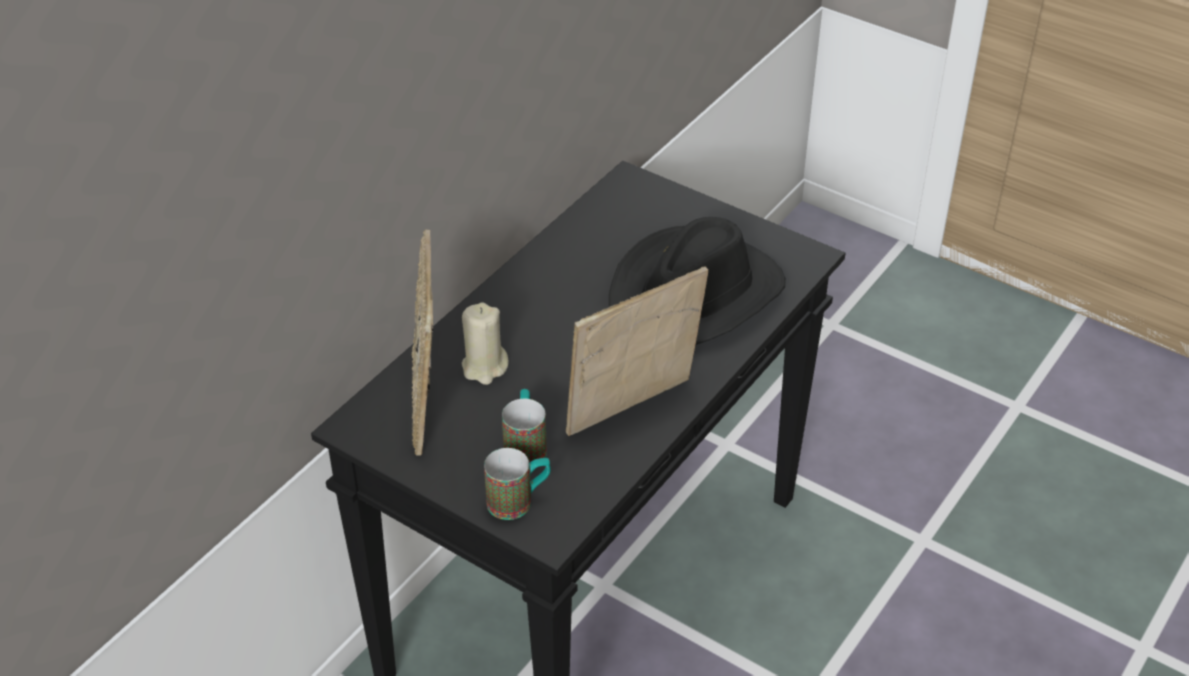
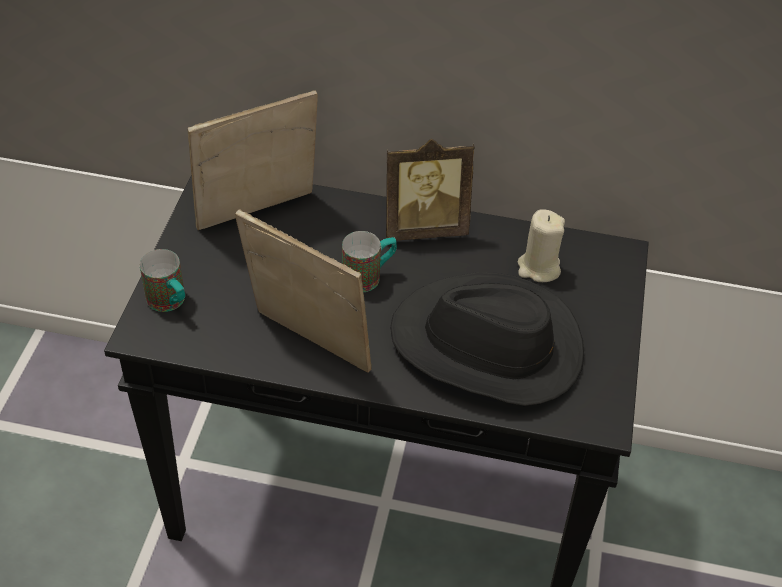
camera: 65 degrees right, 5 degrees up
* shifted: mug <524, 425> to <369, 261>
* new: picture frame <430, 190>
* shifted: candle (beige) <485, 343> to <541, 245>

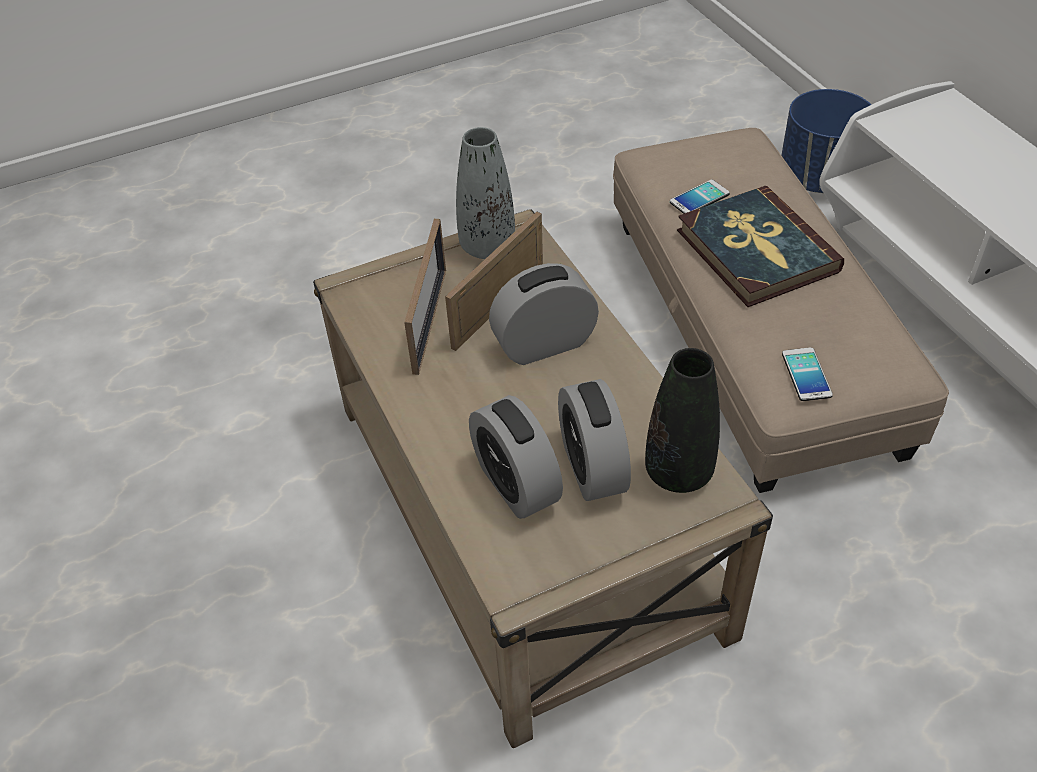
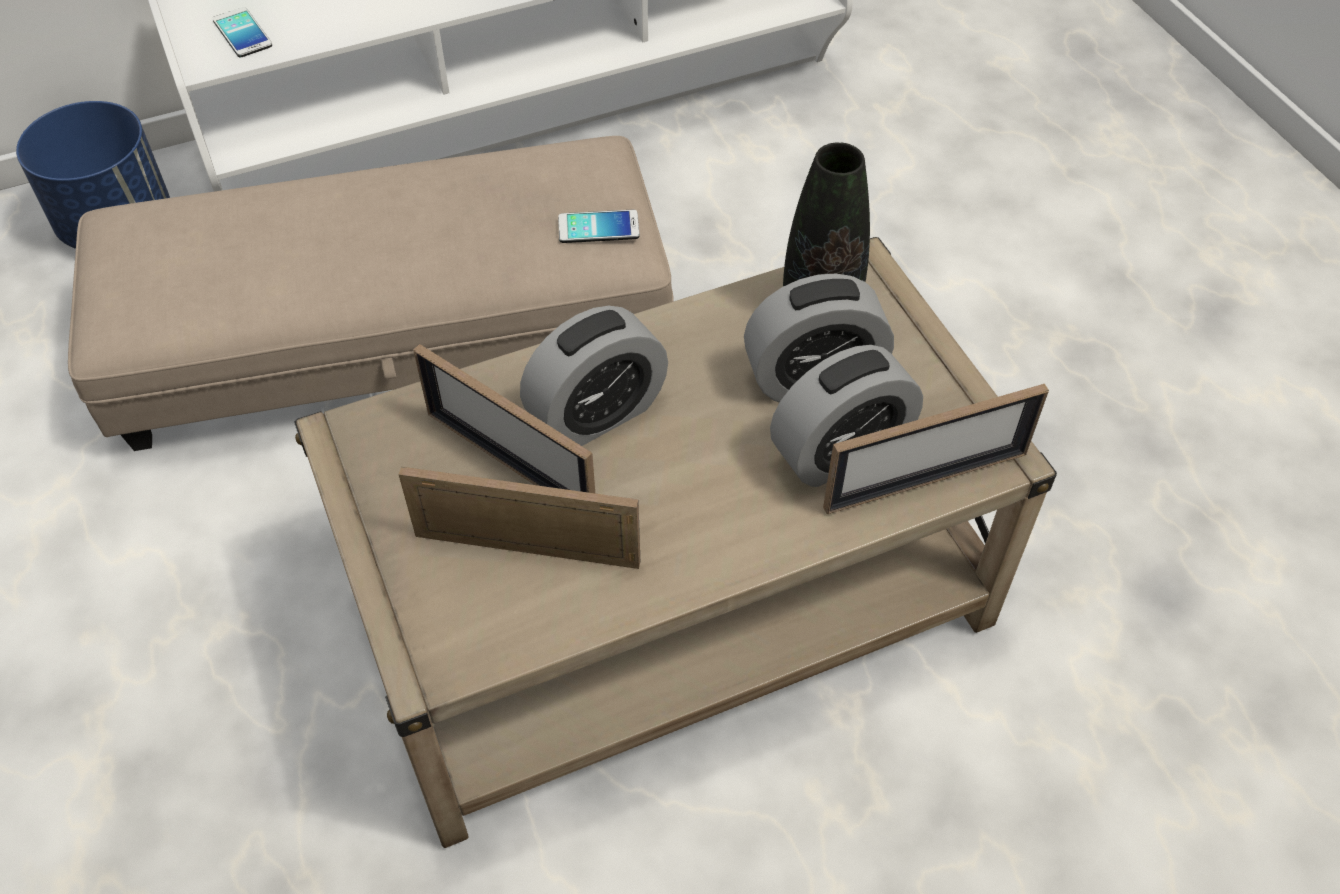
camera: 90 degrees left, 5 degrees up
* shifted: phone <700, 197> to <242, 32>
* rotated: alarm clock <544, 314> = <594, 376> 105 degrees counterclockwise
* new: picture frame <936, 449>
* gone: vase (grey) <485, 193>
* gone: book <760, 246>

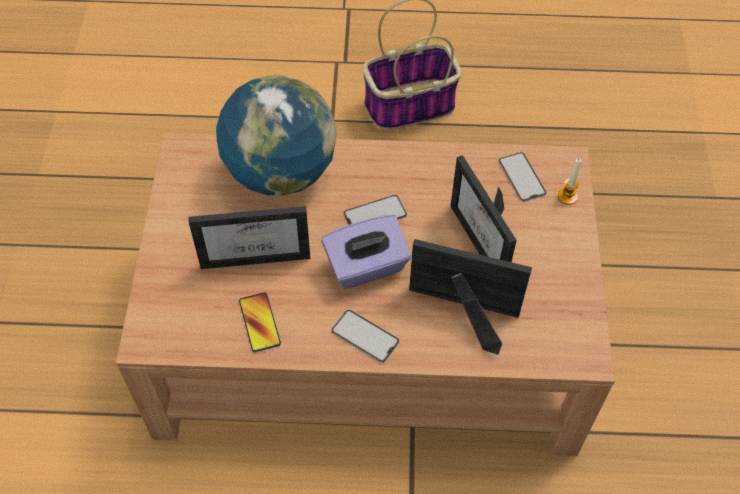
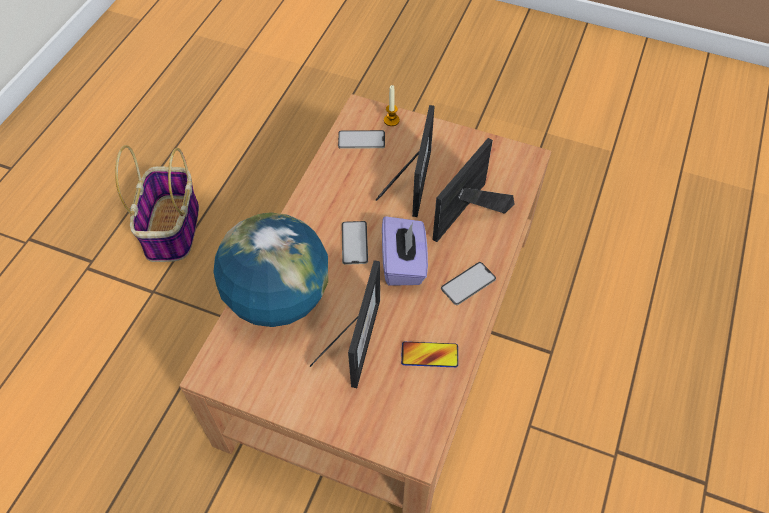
camera: 70 degrees left, 0 degrees up
* rotated: picture frame <484, 208> = <405, 161> 75 degrees counterclockwise

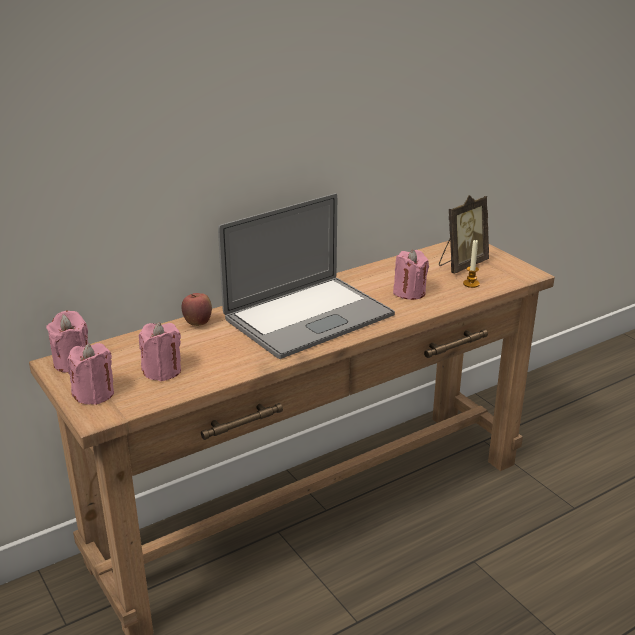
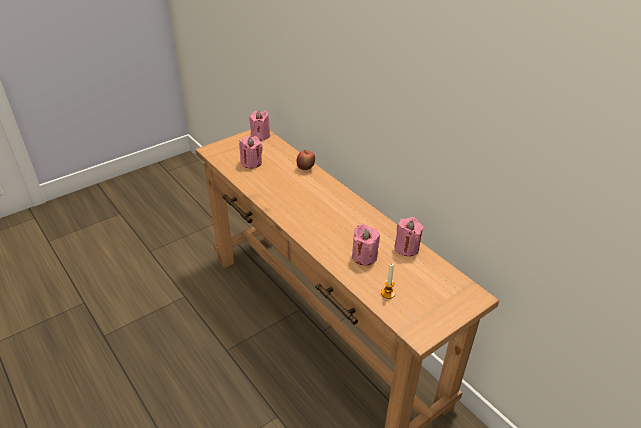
camera: 85 degrees right, 10 degrees up
* shifted: candle (pink) <90, 374> to <409, 236>
* gone: laptop <306, 276>
* gone: picture frame <464, 234>

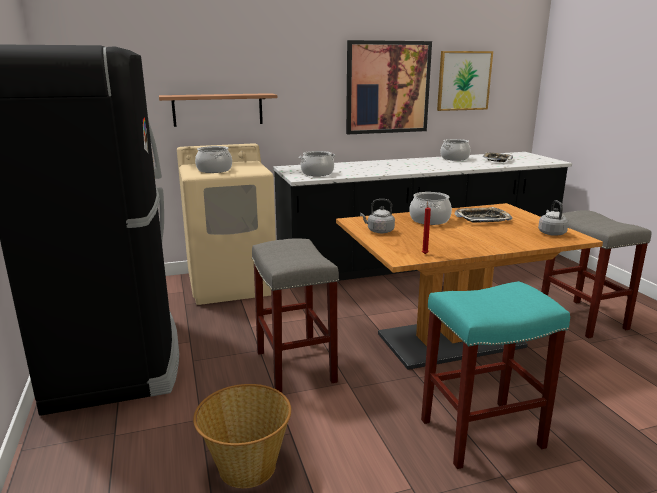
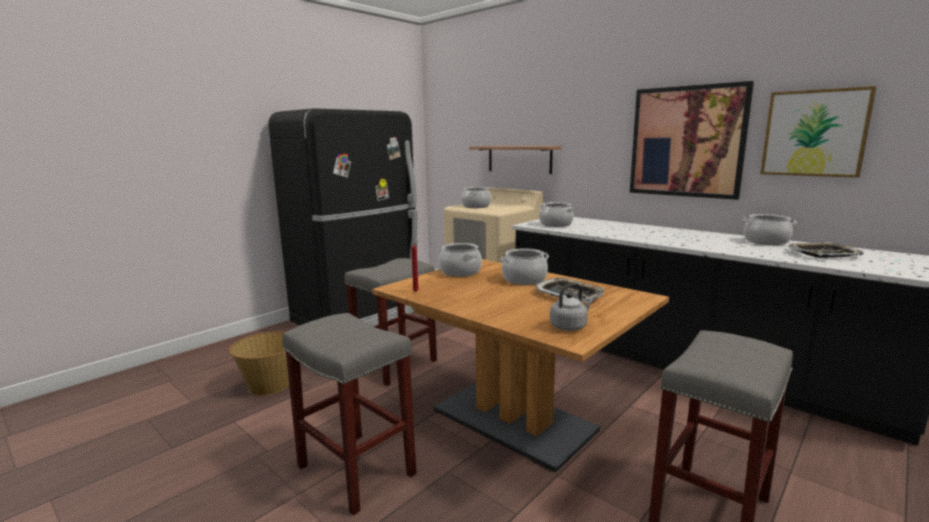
camera: 60 degrees right, 5 degrees down
* repainted: stool (turquoise) <495, 375> to stool (grey) <349, 414>
* swapped: kettle (grey) <377, 216> to cooking pot <460, 260>

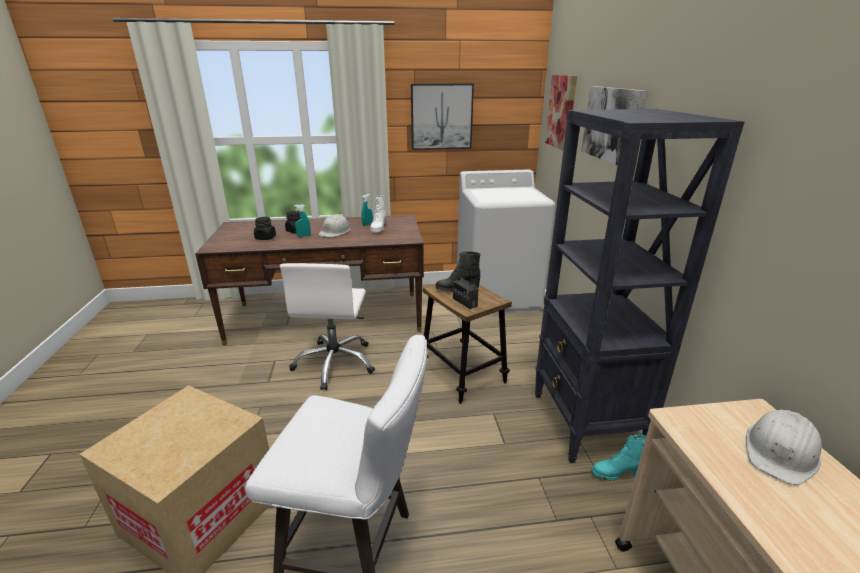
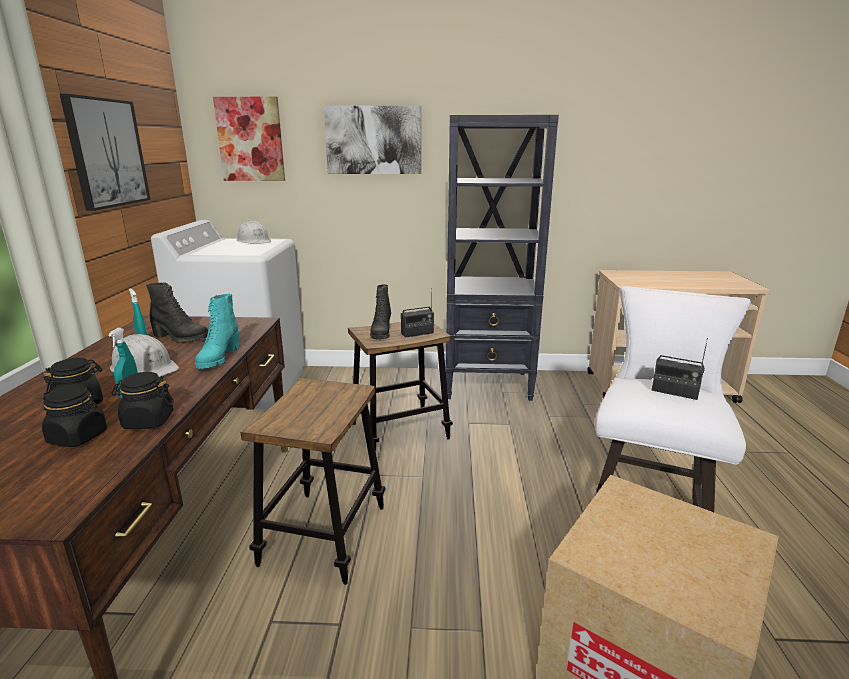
camera: 80 degrees left, 5 degrees down
* new: jar (black) <142, 400>
* repainted: boot (white) <378, 214> to boot (black) <177, 312>
* shifted: boot (turquoise) <618, 457> to <217, 331>
* shifted: hard hat (white) <784, 447> to <253, 232>
* swapped: office chair (white) <327, 326> to stool <312, 481>
* new: radio <679, 369>

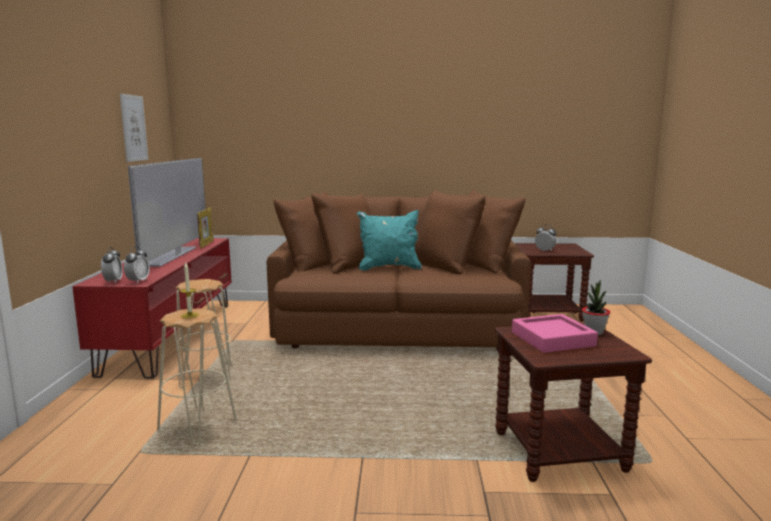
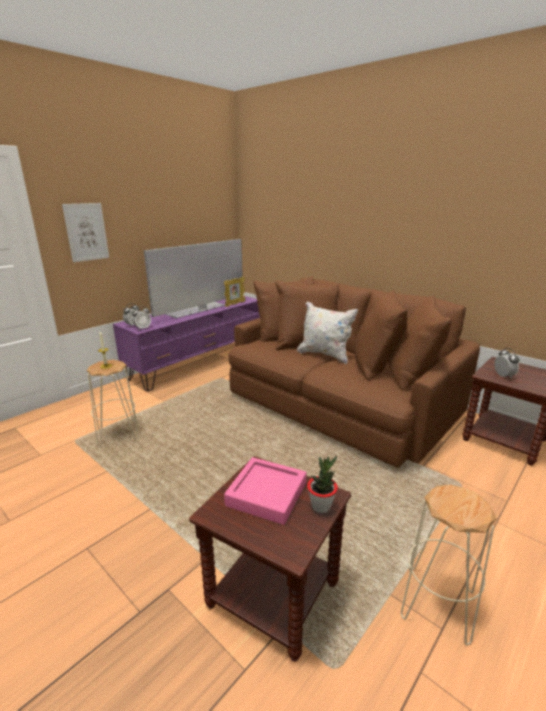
camera: 40 degrees right, 10 degrees up
* shifted: picture <134, 128> to <85, 232>
* repainted: tv stand (red) <152, 308> to tv stand (purple) <186, 343>
* repainted: pillow (turquoise) <389, 240> to pillow (white) <327, 332>
* shifted: stool (beige) <203, 334> to <449, 564>

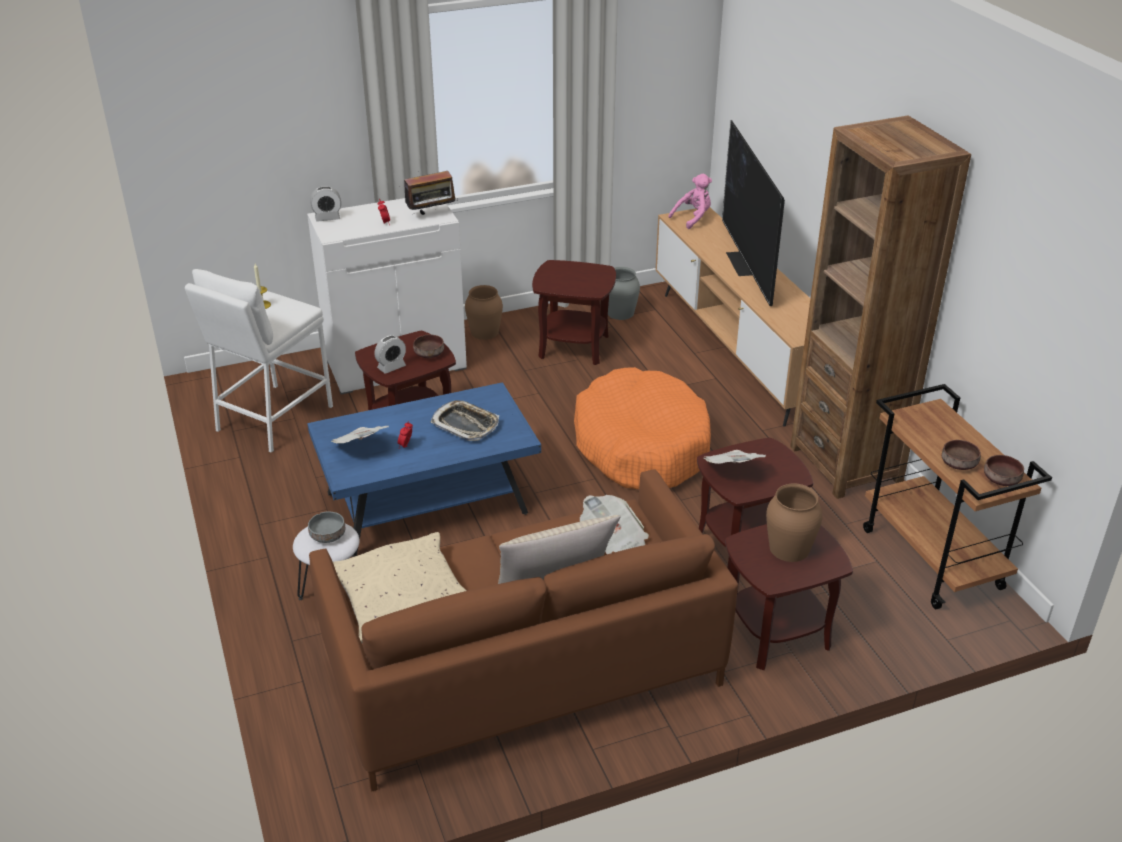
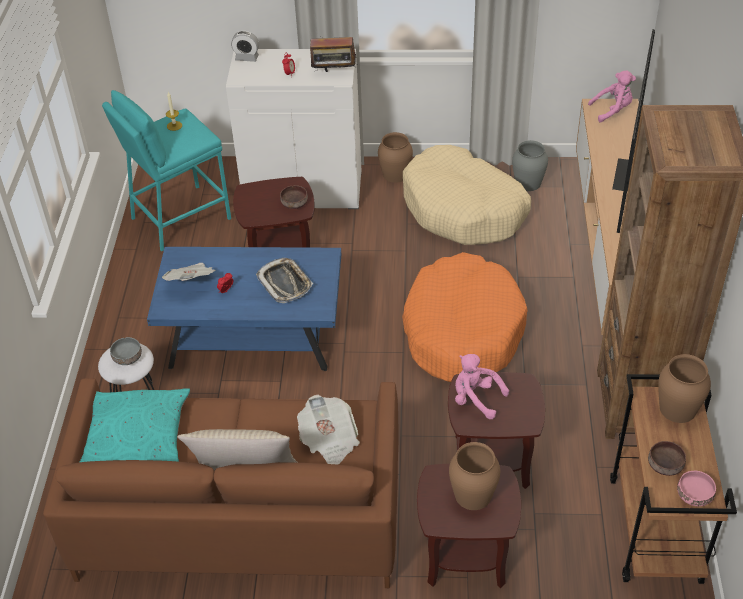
camera: 25 degrees right, 10 degrees up
* repainted: pillow (beige) <399, 587> to pillow (turquoise) <135, 425>
* repainted: stool (white) <259, 361> to stool (turquoise) <166, 171>
* swapped: side table (brown) <574, 312> to dog bed (beige) <467, 195>
* swapped: newspaper <734, 457> to plush toy (pink) <482, 386>
* new: vase (brown) <684, 388>
* repainted: bowl (brown) <1004, 470> to bowl (pink) <696, 488>
* gone: alarm clock <390, 354>

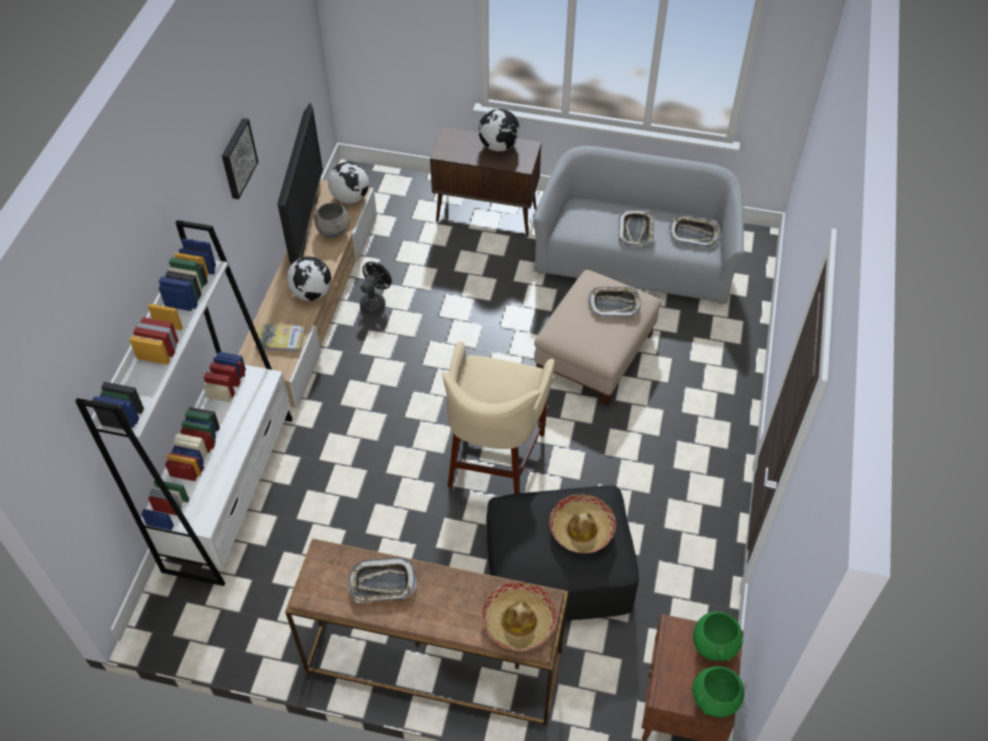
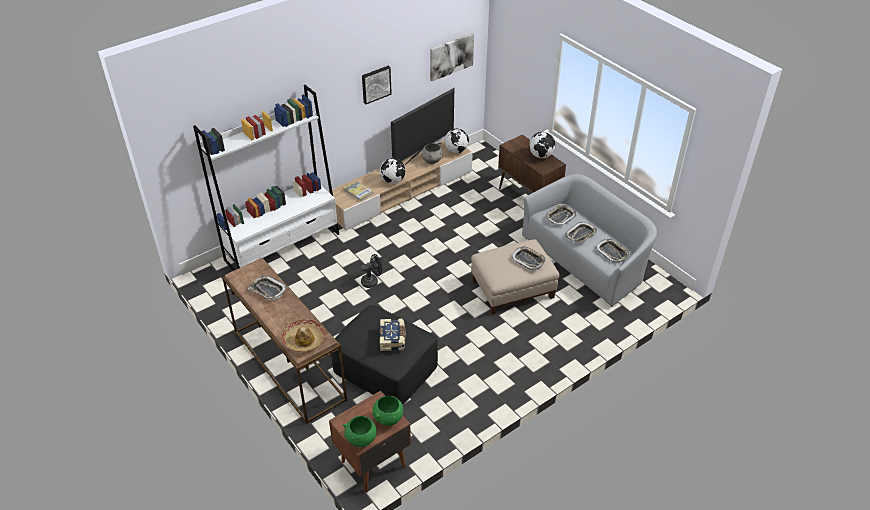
camera: 40 degrees right, 10 degrees down
* shifted: fan (black) <376, 288> to <371, 271>
* swapped: hat <582, 524> to book <393, 335>
* new: picture <452, 57>
* new: tray <561, 215>
* gone: stool (beige) <498, 417>

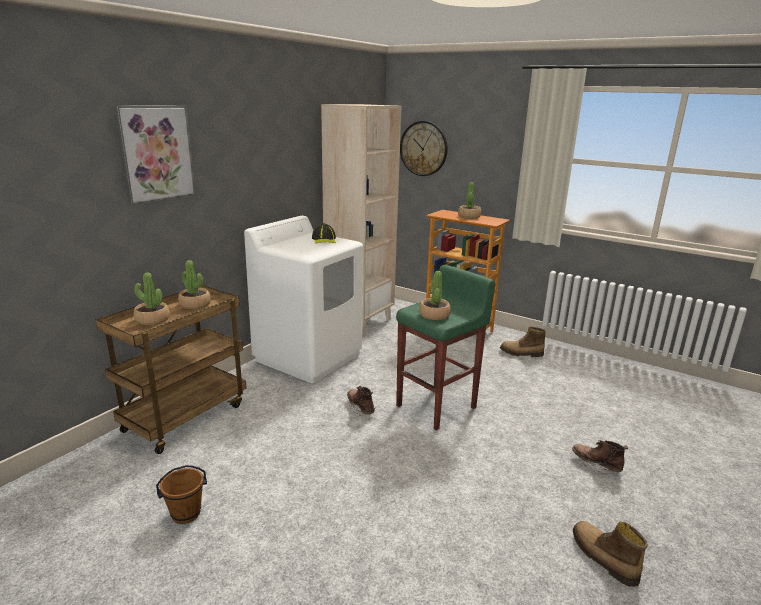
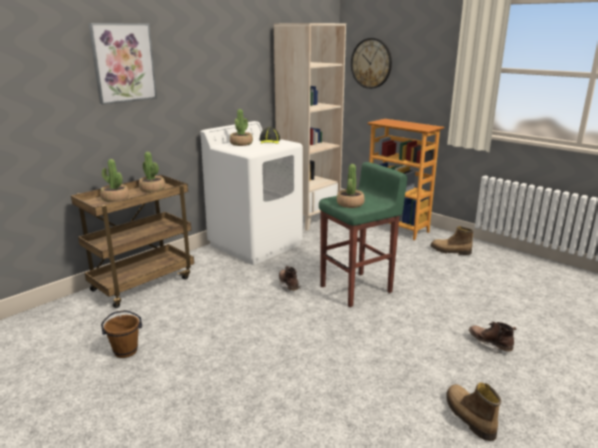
camera: 10 degrees right, 0 degrees up
* shifted: potted plant <469, 200> to <241, 127>

